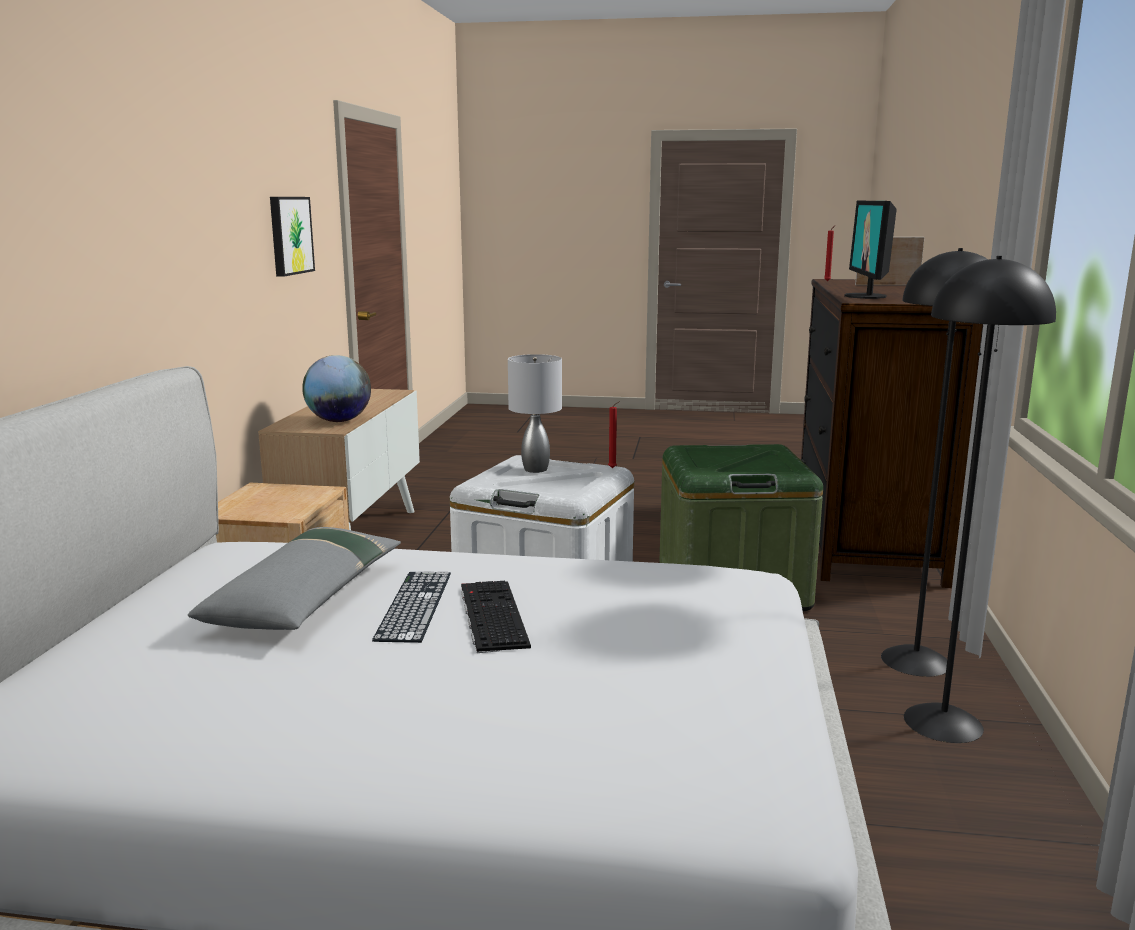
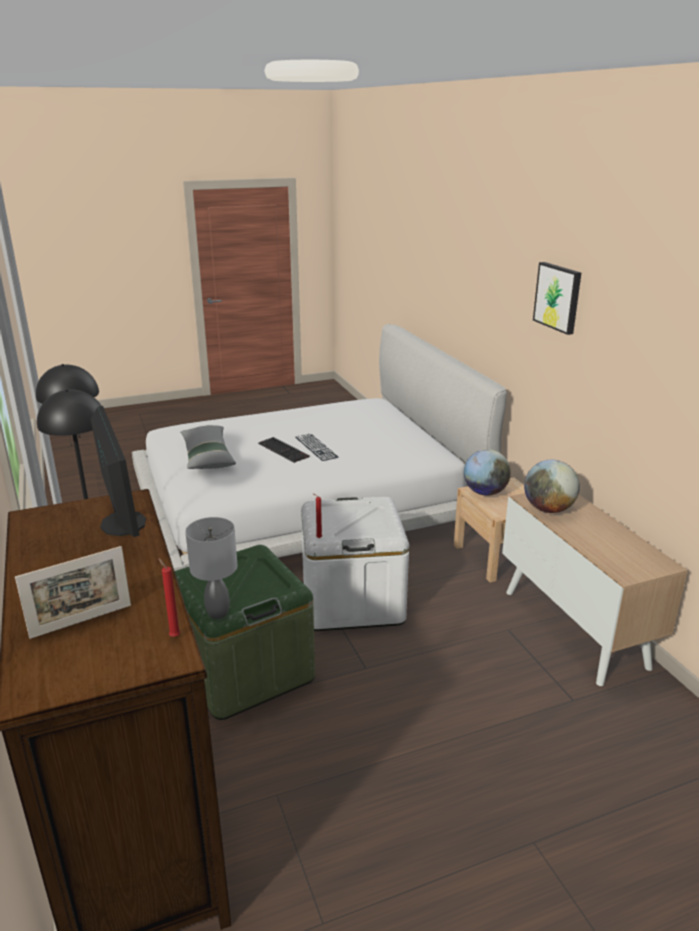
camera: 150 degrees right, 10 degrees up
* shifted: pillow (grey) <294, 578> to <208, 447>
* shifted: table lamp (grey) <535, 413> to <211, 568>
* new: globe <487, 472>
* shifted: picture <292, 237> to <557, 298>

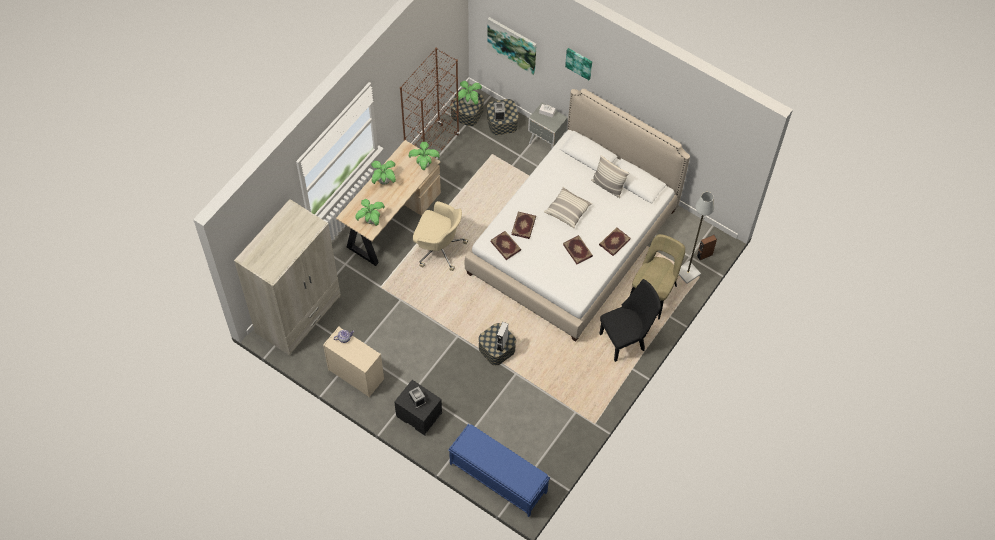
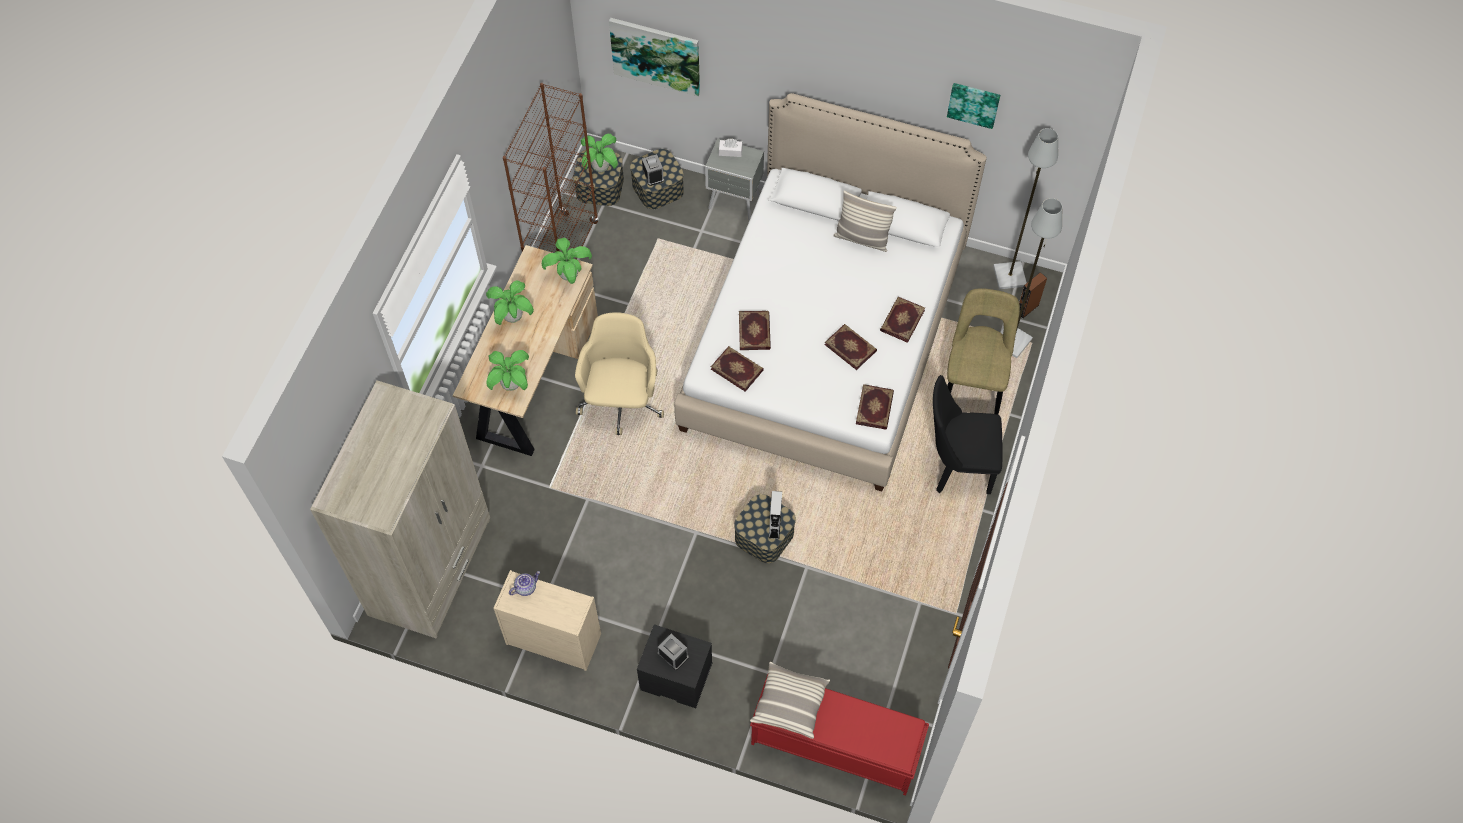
camera: 15 degrees left, 0 degrees up
* rotated: office chair (beige) <440, 236> = <619, 373> 90 degrees counterclockwise
* shifted: pillow <568, 207> to <790, 700>
* repainted: bench (blue) <499, 470> to bench (red) <839, 735>
* new: book <875, 407>
* rotated: chair (black) <630, 320> = <968, 434> 135 degrees counterclockwise
* shifted: picture <578, 64> to <973, 106>
* new: floor lamp (grey) <1025, 209>

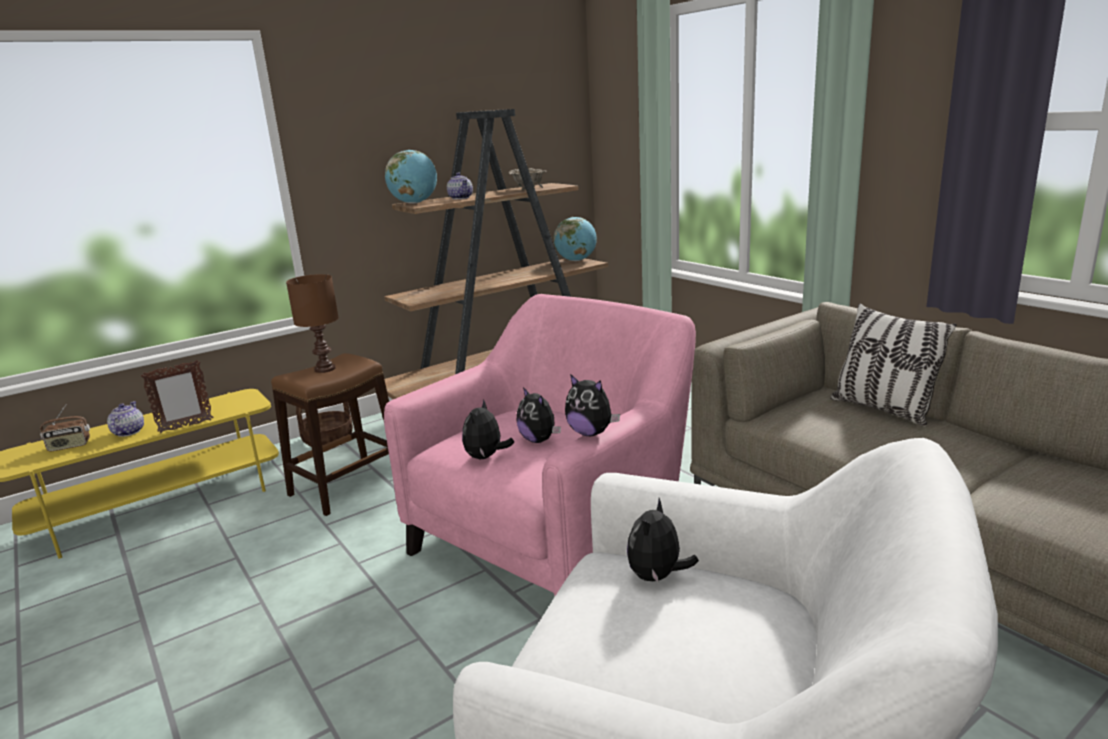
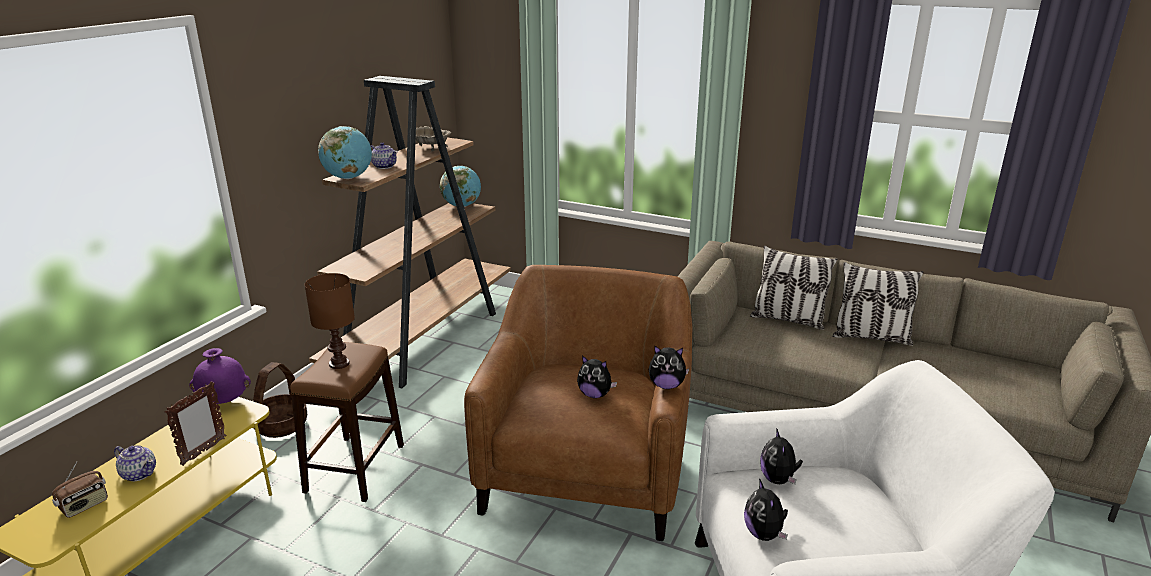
camera: 30 degrees left, 5 degrees up
* rotated: teapot <125, 419> = <135, 463> 150 degrees clockwise
* new: vase (purple) <220, 376>
* repainted: armchair (pink) <540, 445> to armchair (brown) <578, 403>
* shifted: plush toy <488, 429> to <766, 509>
* new: pillow <877, 304>

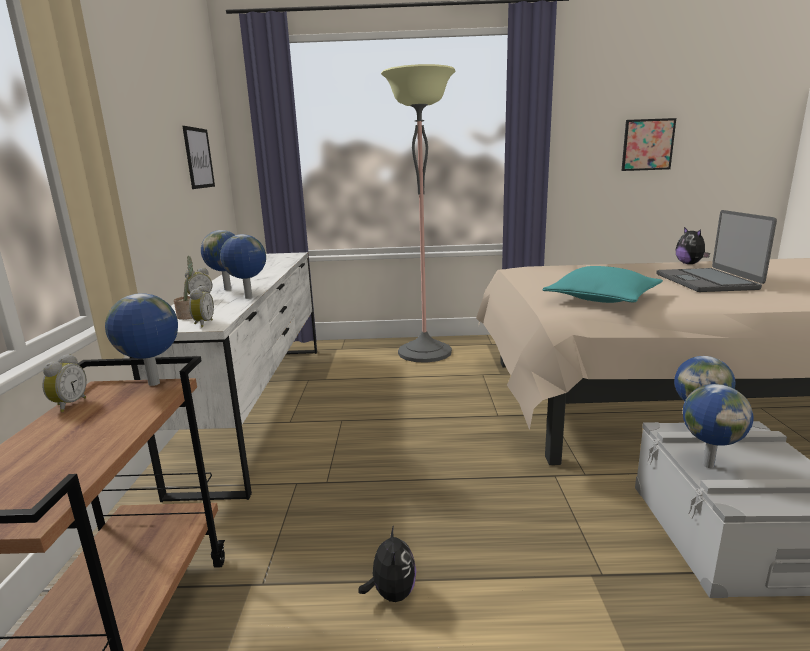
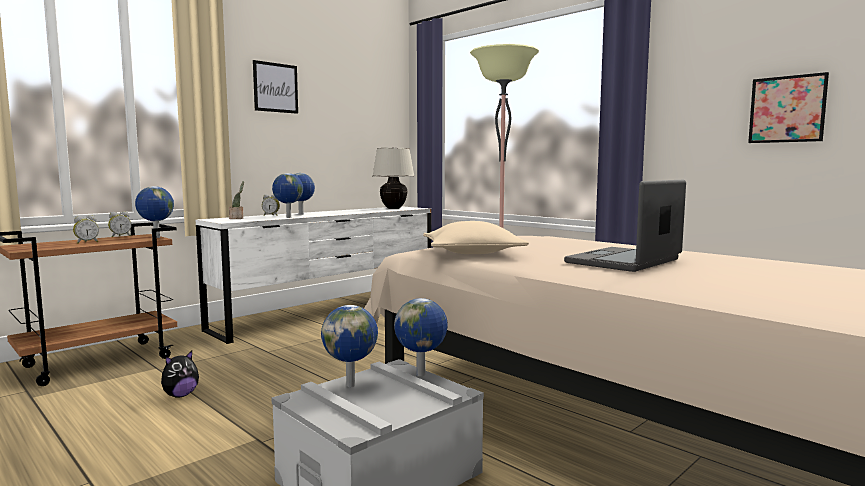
camera: 45 degrees right, 10 degrees down
* shifted: alarm clock <201, 306> to <86, 229>
* shifted: picture <198, 157> to <275, 87>
* new: table lamp (beige) <393, 178>
* repainted: pillow (turquoise) <602, 284> to pillow (beige) <476, 237>
* gone: plush toy <692, 245>

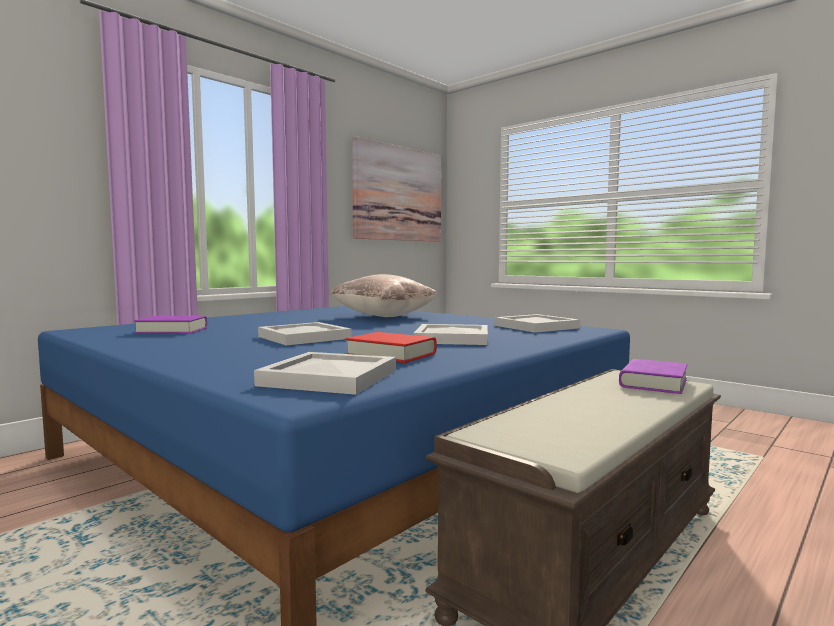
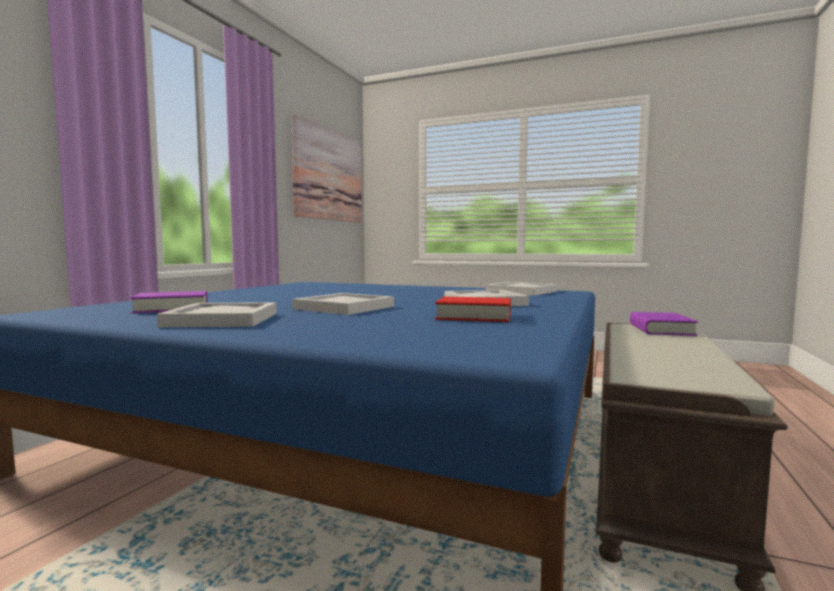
camera: 20 degrees left, 0 degrees up
* shifted: tray (white) <325, 373> to <217, 314>
* gone: pillow (beige) <384, 295>

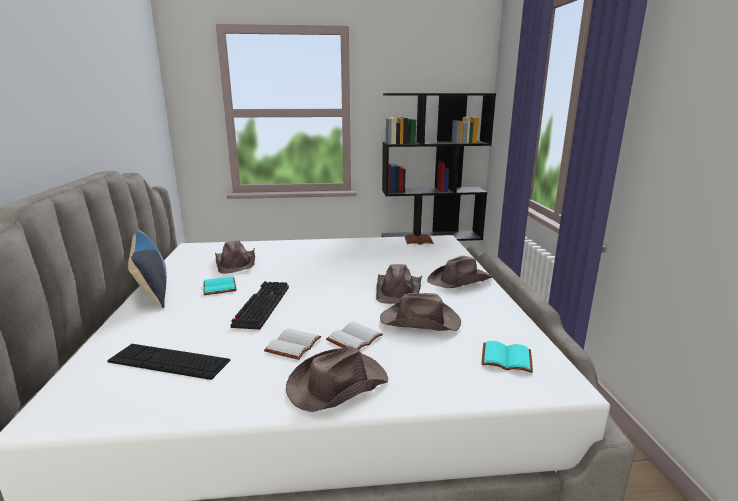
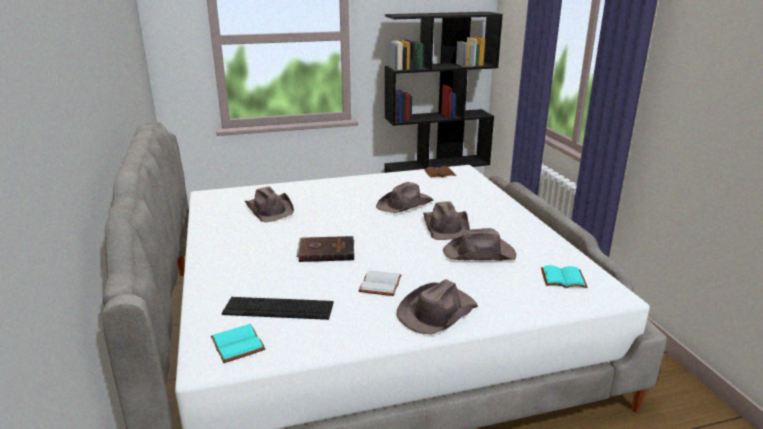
camera: 10 degrees left, 5 degrees up
* shifted: book (turquoise) <220, 285> to <238, 343>
* swapped: keyboard <259, 305> to book (brown) <325, 249>
* shifted: hat (brown) <459, 272> to <405, 197>
* gone: pillow <147, 268>
* gone: book (white) <354, 336>

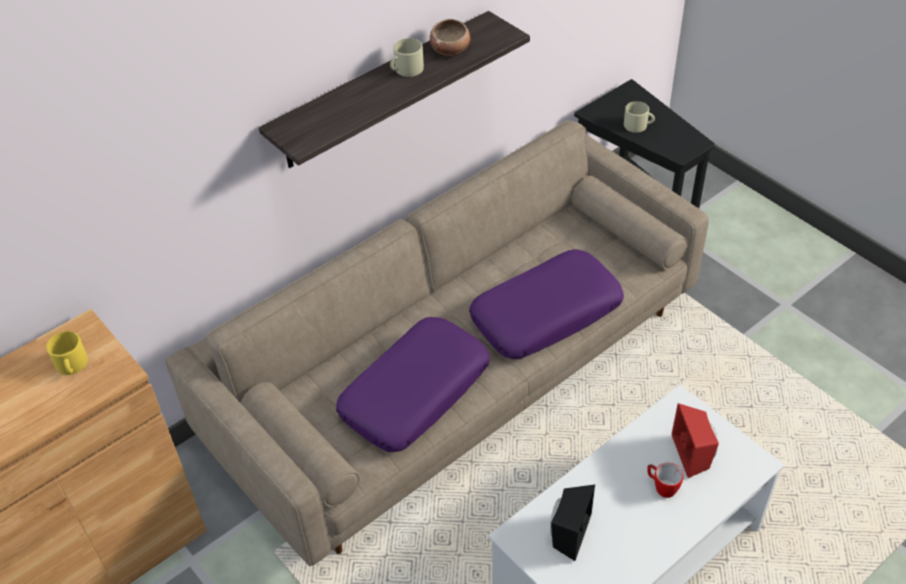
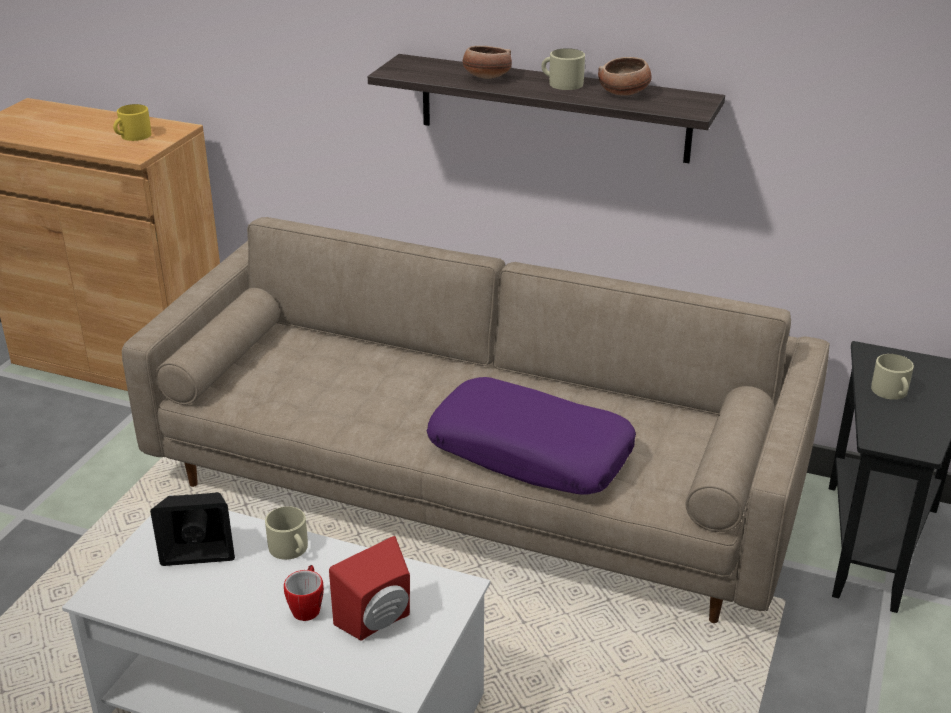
camera: 60 degrees right, 15 degrees down
* new: mug (beige) <286, 533>
* new: bowl <487, 62>
* gone: pillow (purple) <413, 384>

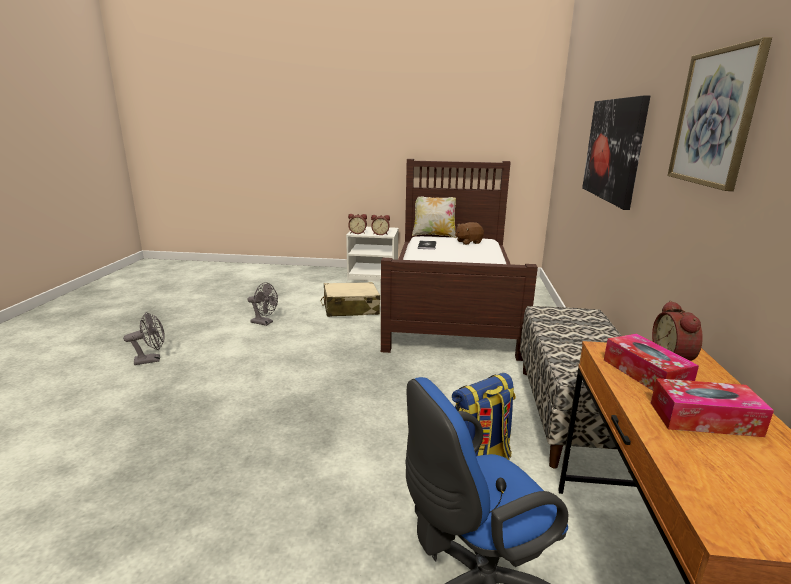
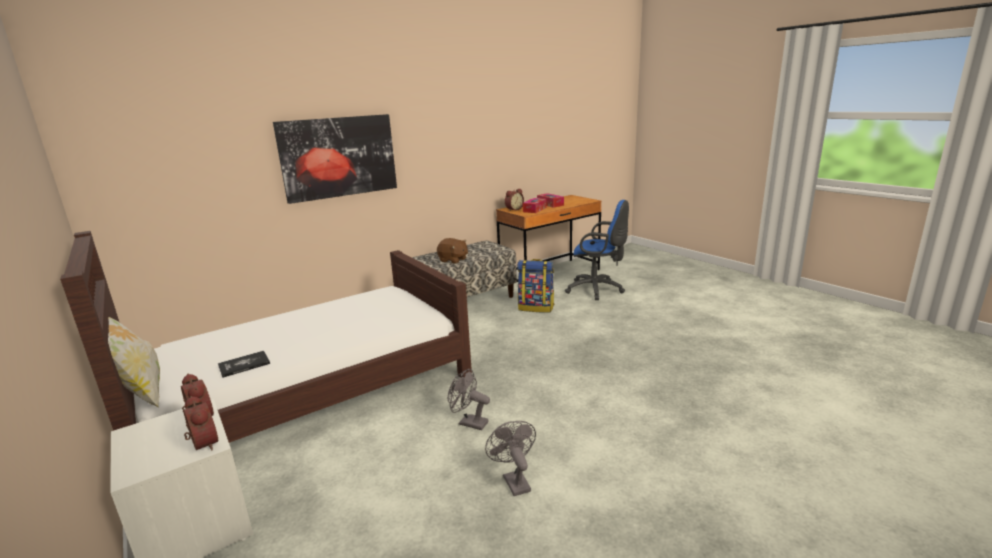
camera: 130 degrees left, 0 degrees up
* shifted: plush toy (brown) <469, 233> to <452, 251>
* shifted: fan (grey) <144, 338> to <469, 399>
* gone: suitcase (beige) <350, 299>
* gone: picture <719, 114>

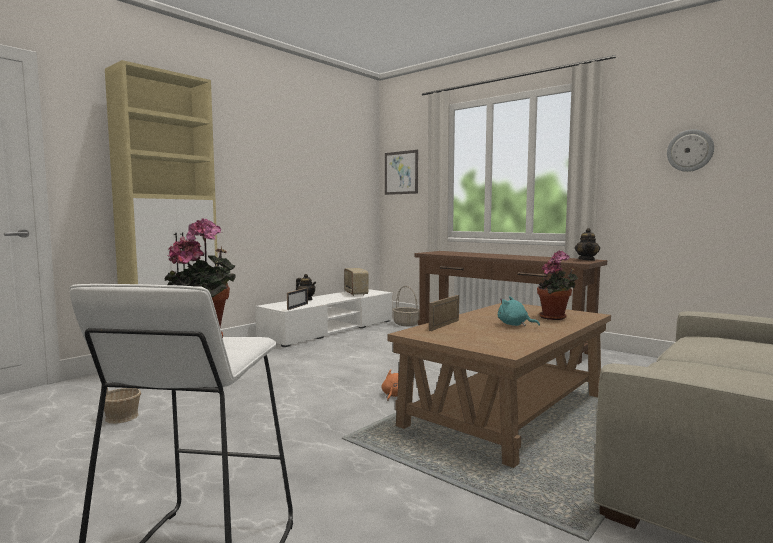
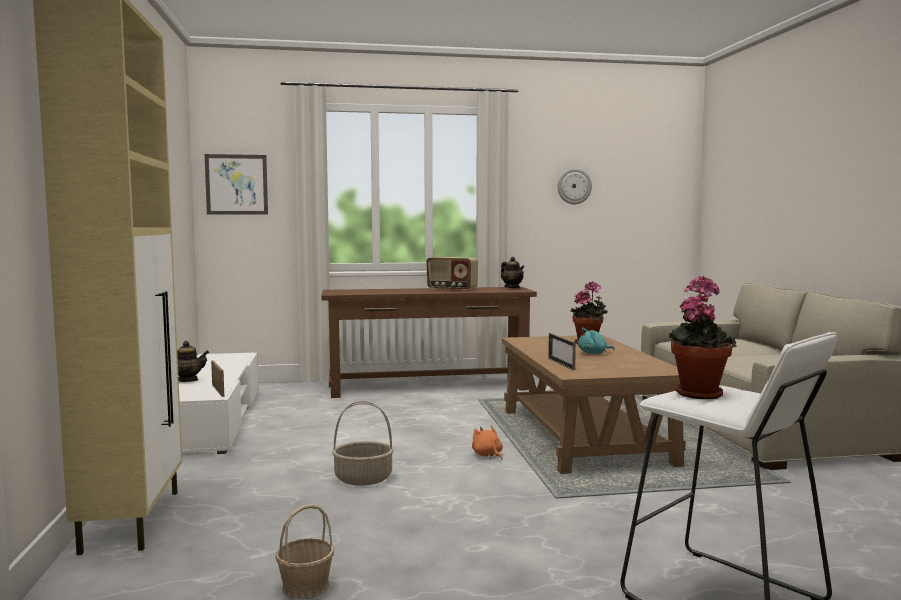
camera: 50 degrees left, 0 degrees up
* shifted: basket <406, 306> to <363, 443>
* shifted: radio <356, 282> to <452, 274>

